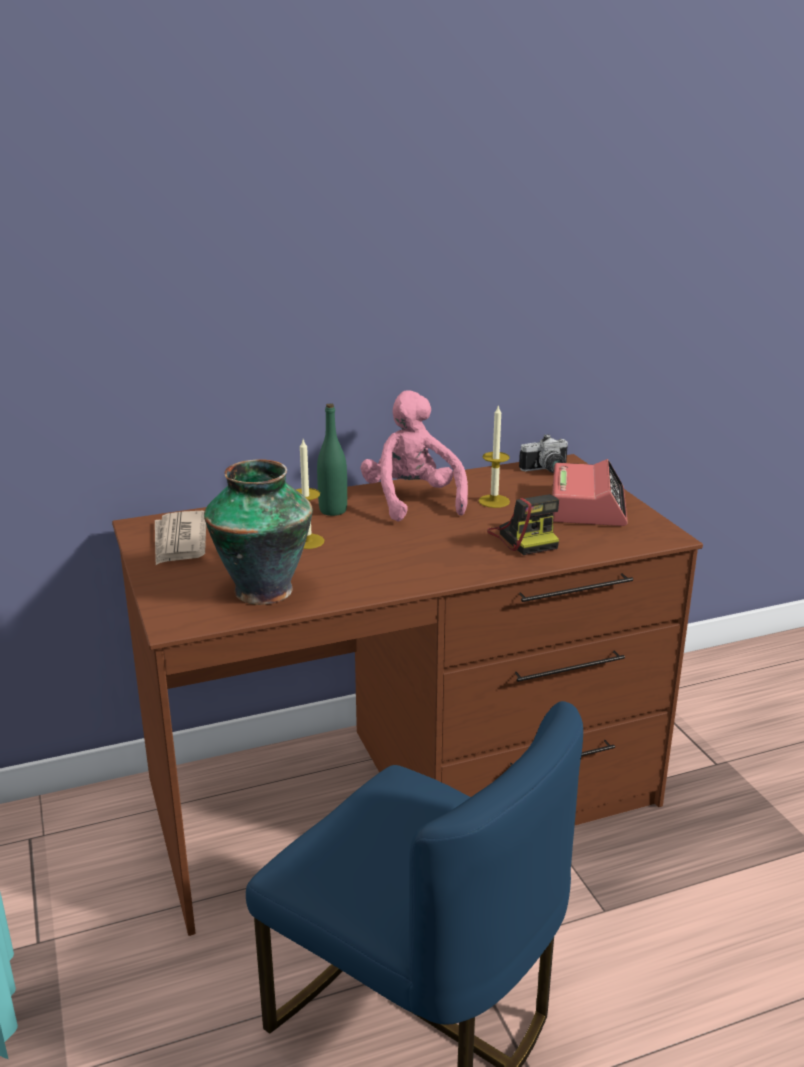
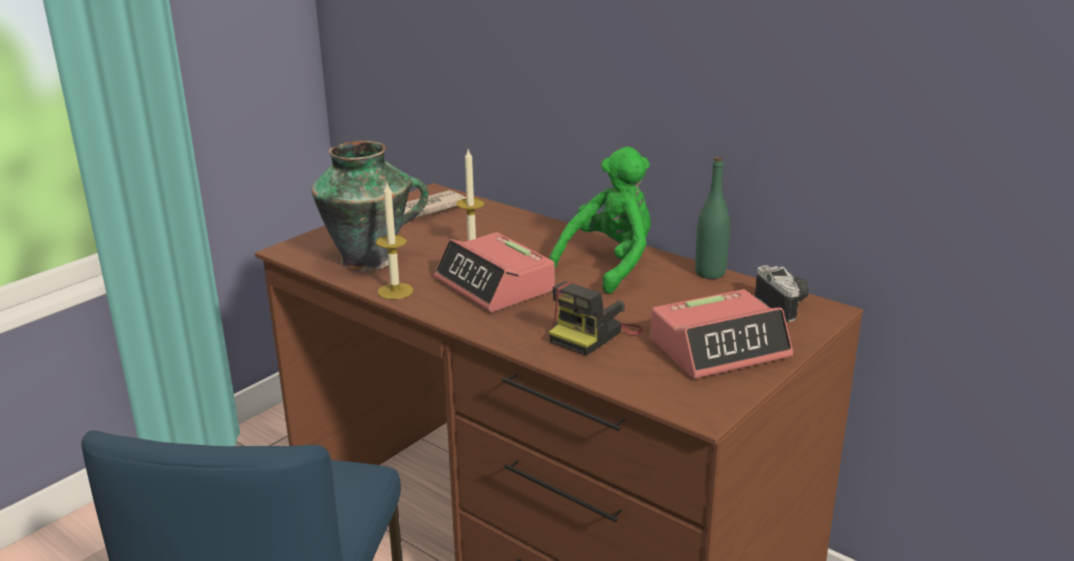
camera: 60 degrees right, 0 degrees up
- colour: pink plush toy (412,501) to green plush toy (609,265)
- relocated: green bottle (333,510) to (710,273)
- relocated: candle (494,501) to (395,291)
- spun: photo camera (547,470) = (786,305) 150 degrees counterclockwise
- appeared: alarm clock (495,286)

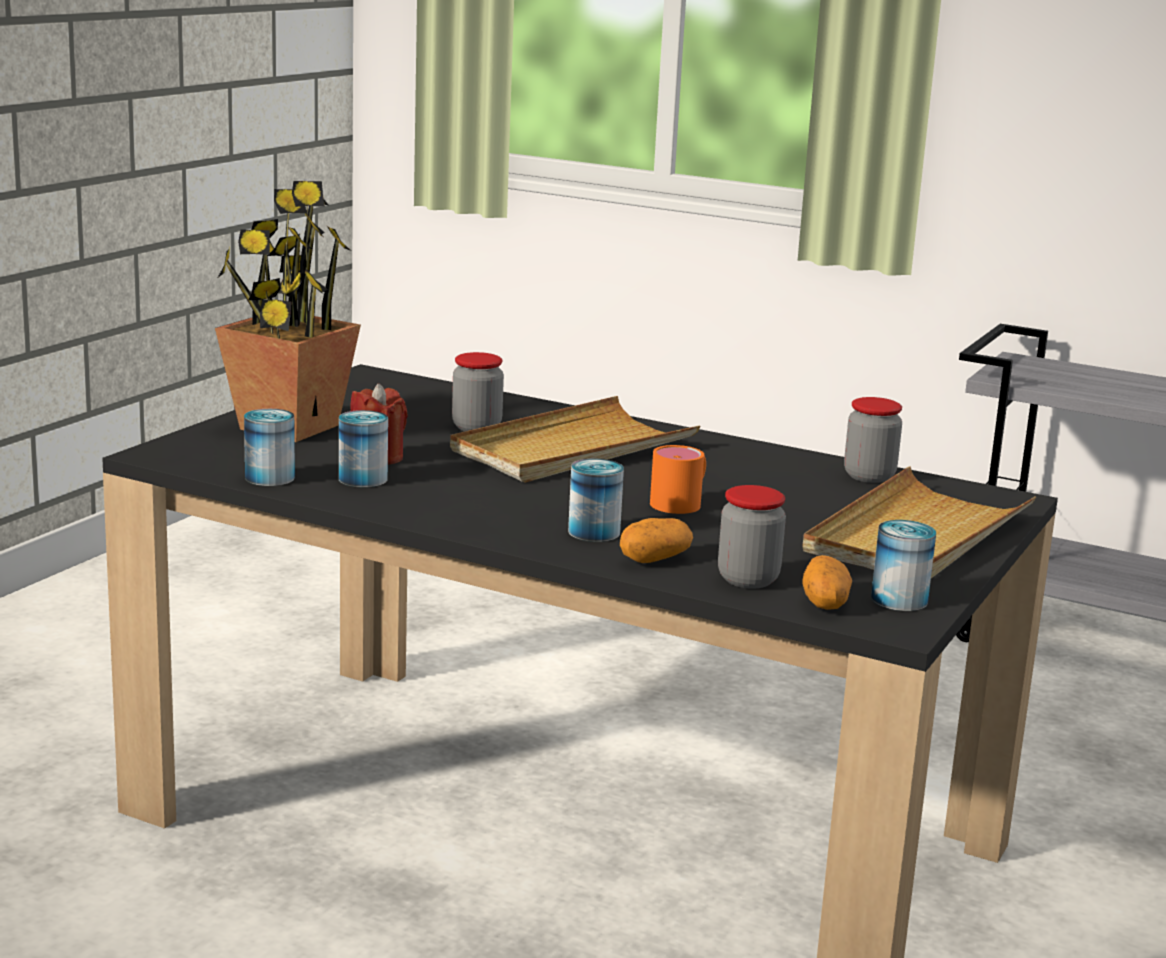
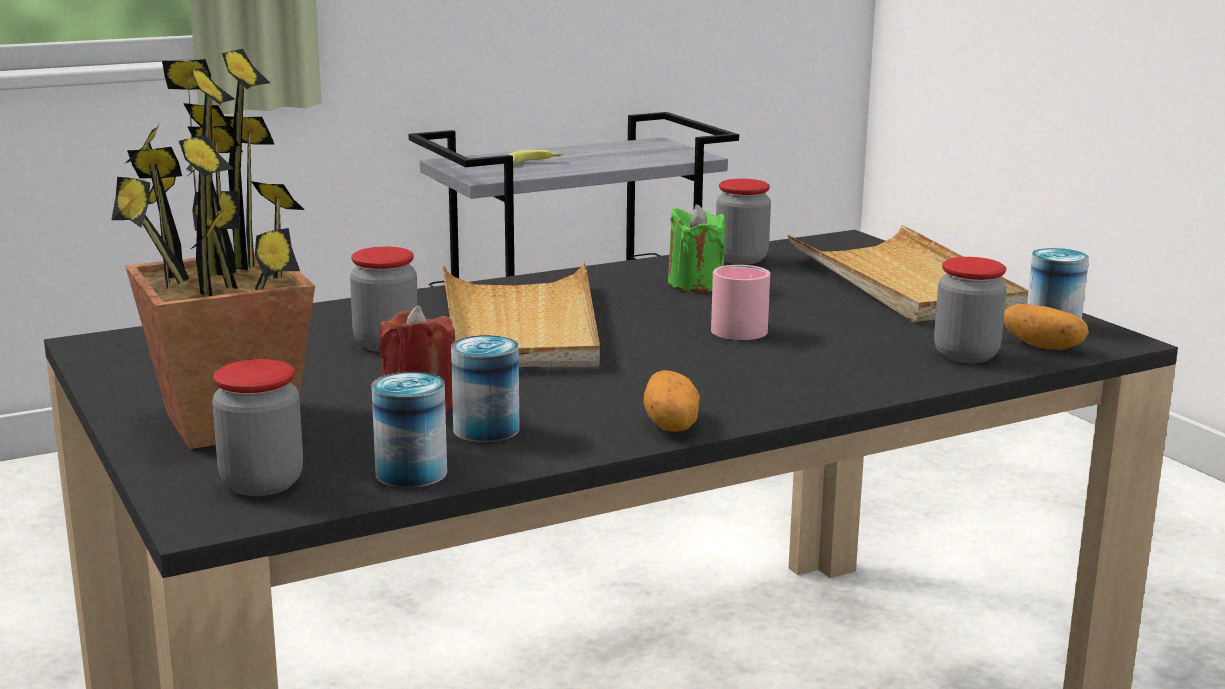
camera: 55 degrees left, 0 degrees up
- colour: orange mug (682,502) to pink mug (733,327)
- missing: can (594,532)
- relocated: potato (654,559) to (671,424)
- appeared: banana (534,163)
- appeared: green candle (695,284)
- appeared: jar (262,483)

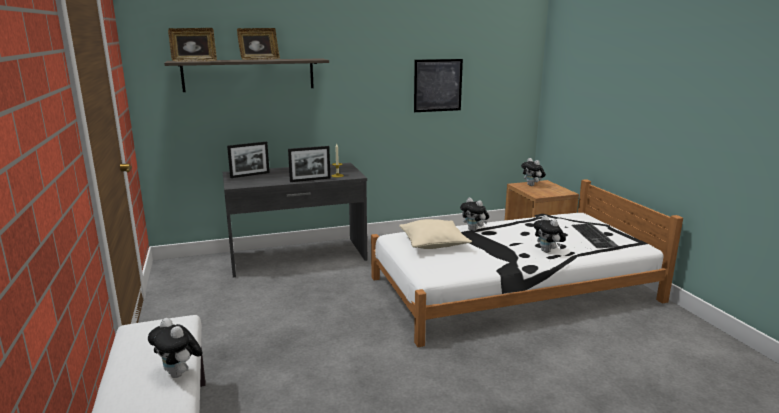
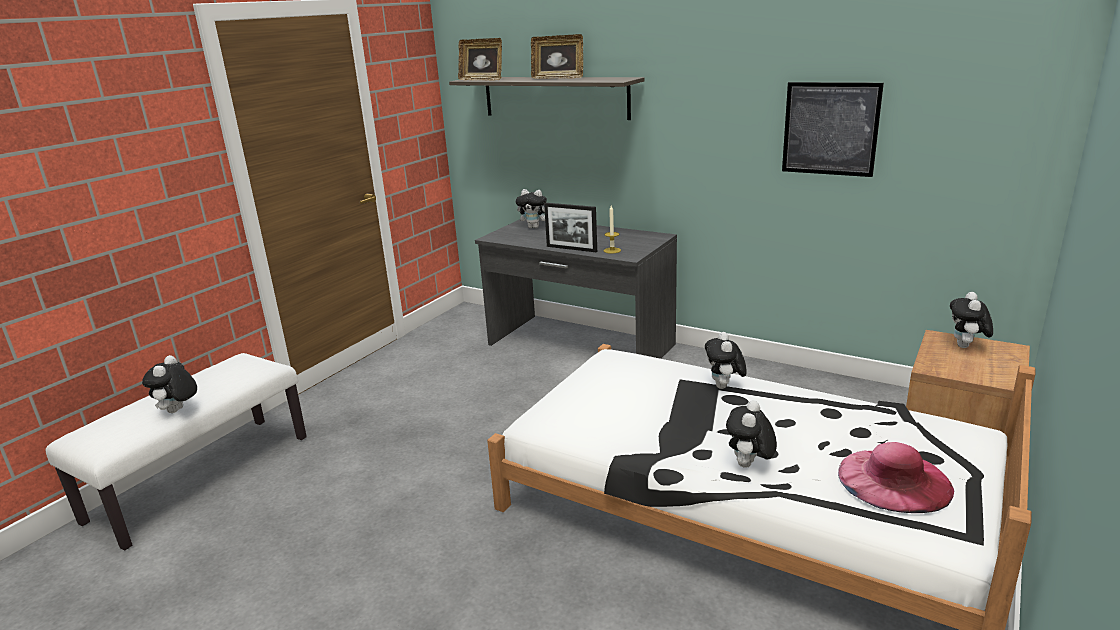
camera: 50 degrees right, 5 degrees up
- exchanged: picture frame (250,175) to plush toy (535,227)
- missing: beige pillow (433,243)
- exchanged: keyboard (595,236) to pink hat (894,480)

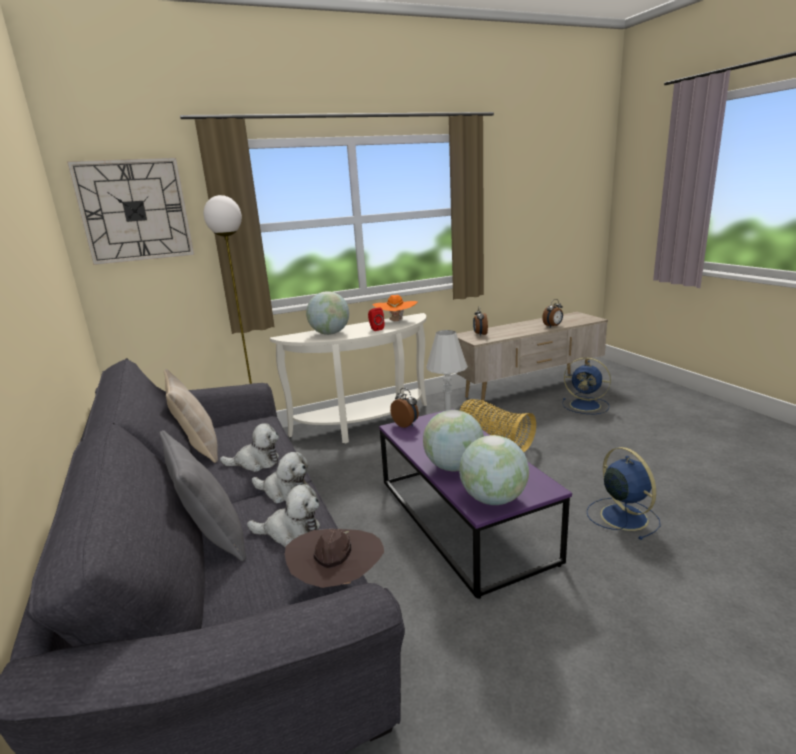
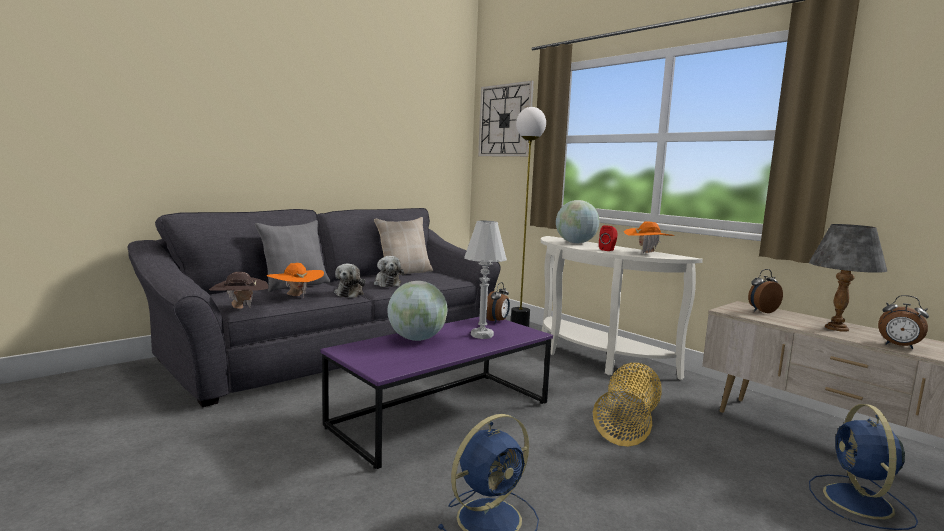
camera: 70 degrees right, 10 degrees down
- missing: globe (493,499)
- exchanged: plush toy (290,532) to orange hat (296,296)
- appeared: grey table lamp (836,328)

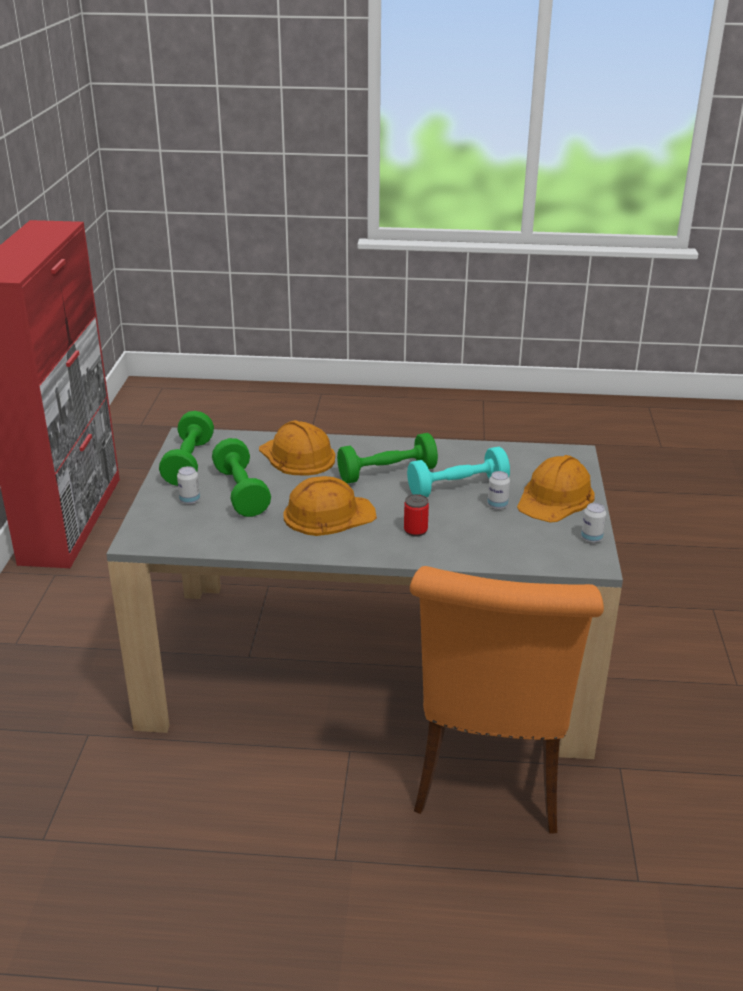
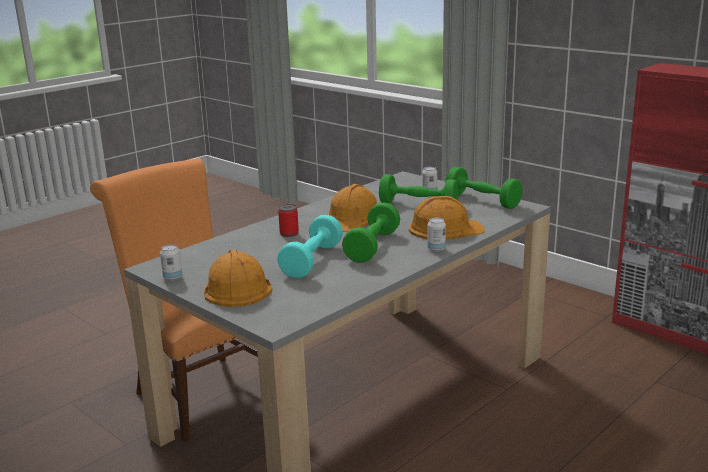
camera: 130 degrees right, 10 degrees down
- relocated: can (497,505) to (436,249)

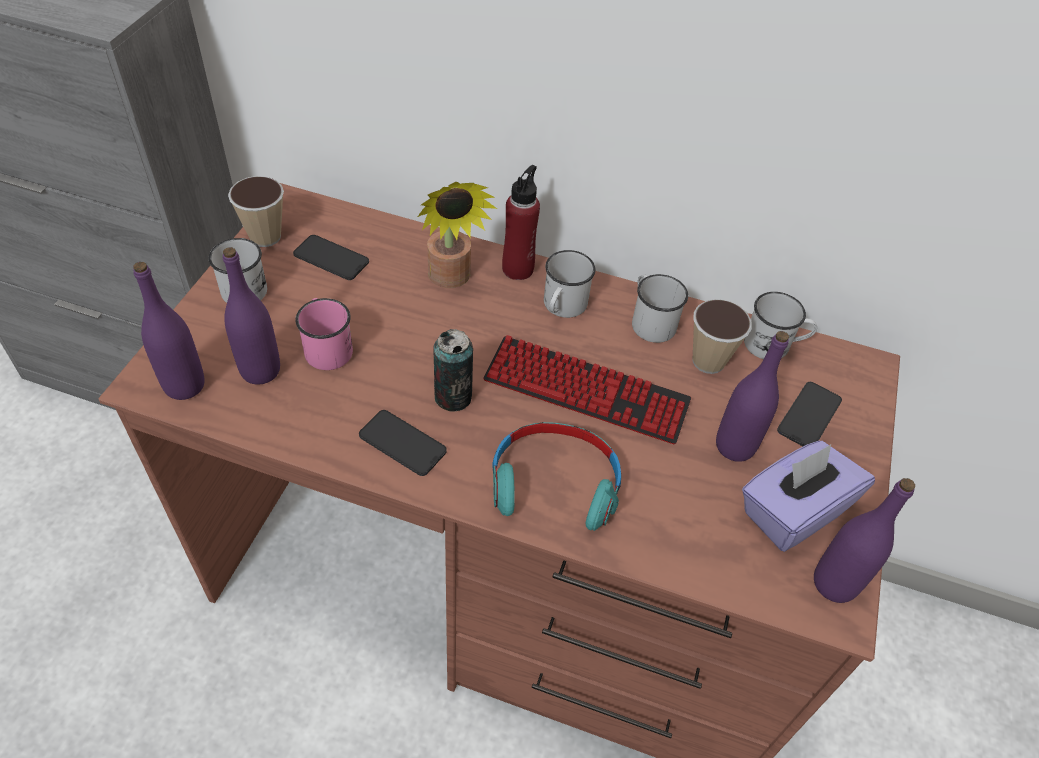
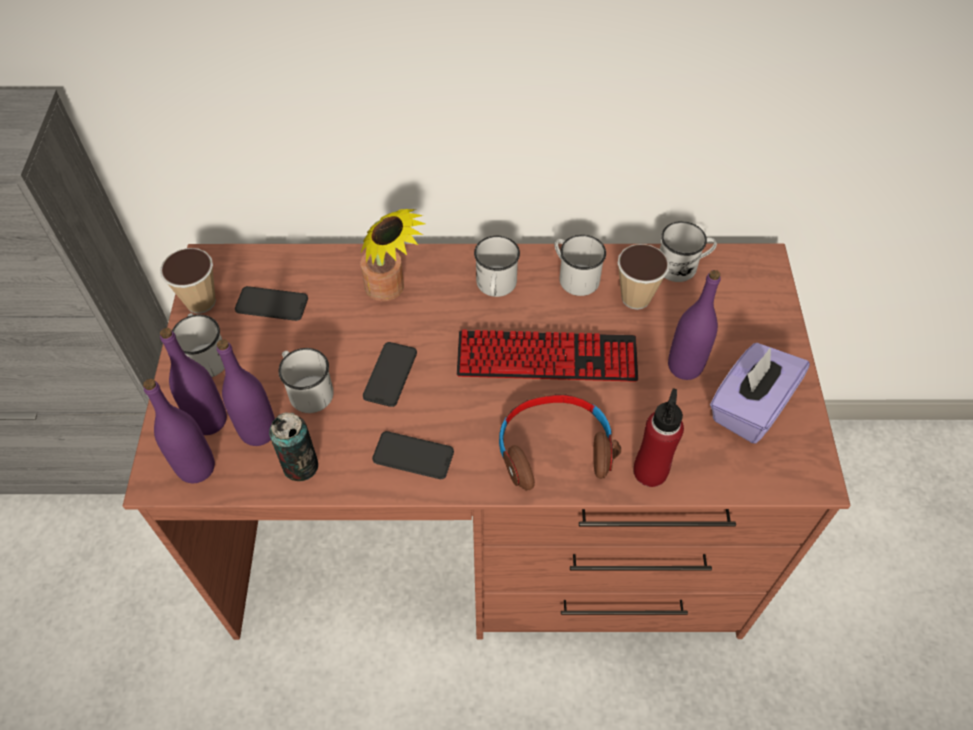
camera: 15 degrees left, 5 degrees up
- relocated: red bottle (518,269) to (650,471)
- colour: pink mug (326,346) to white mug (307,390)
- relocated: can (453,397) to (300,466)
- relocated: phone (809,415) to (390,374)
- colour: turquoise headphones (554,484) to brown headphones (554,448)
- relocated: purple bottle (834,583) to (209,420)

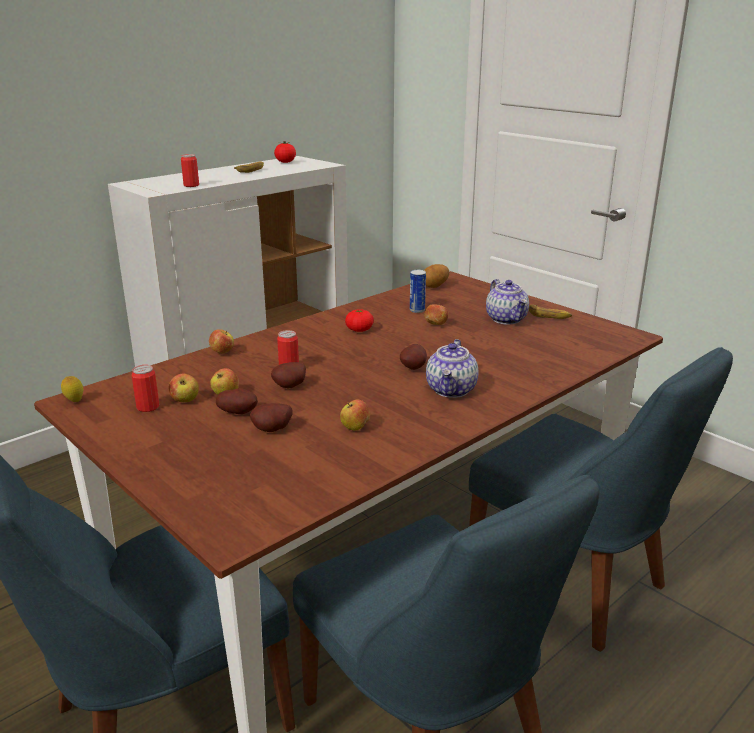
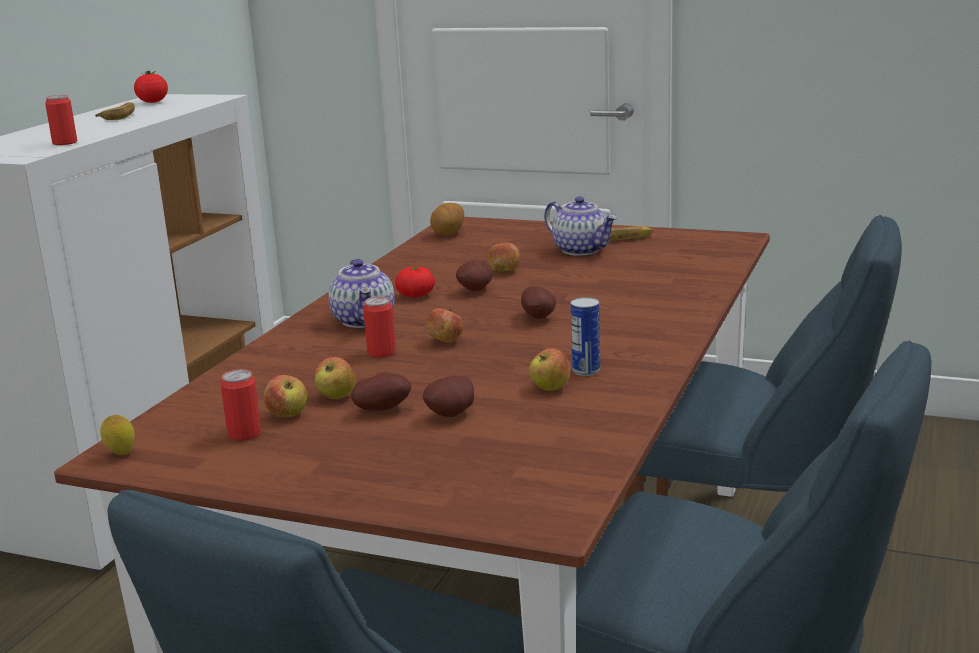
camera: 25 degrees left, 5 degrees down
- relocated: can (417,310) to (586,371)
- relocated: apple (222,352) to (445,342)
- relocated: teapot (452,390) to (364,320)
- relocated: potato (291,387) to (477,290)

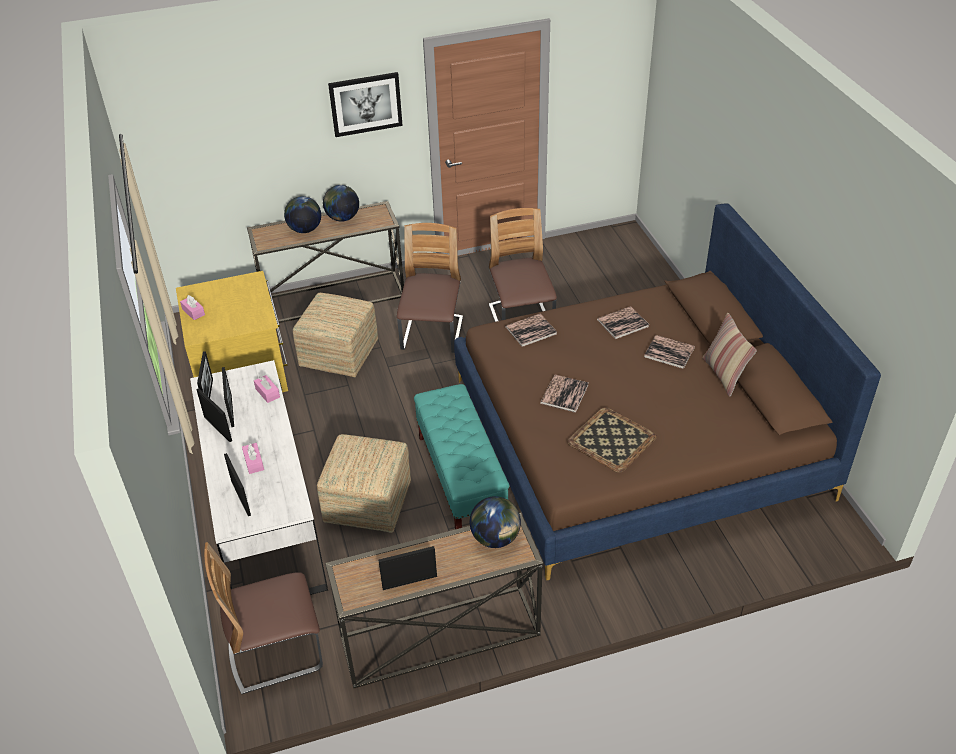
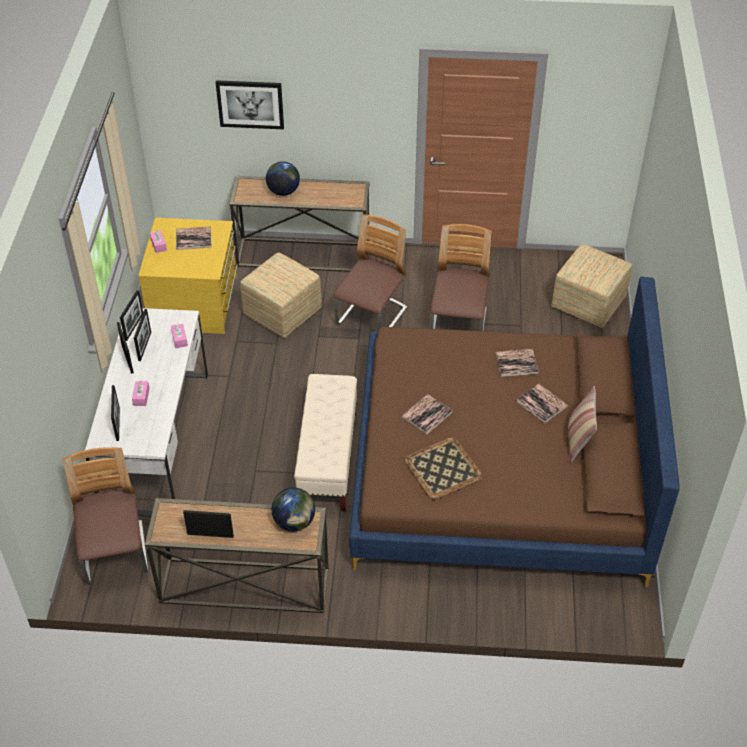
camera: 20 degrees right, 5 degrees up
- relocated: picture (365,104) to (250,104)
- missing: globe (342,218)
- relocated: book (531,330) to (193,238)
- colour: turquoise bench (461,480) to beige bench (328,460)
- relocated: ottoman (367,504) to (587,303)
- spun: chair (276,652) = (115,554) 75 degrees clockwise

